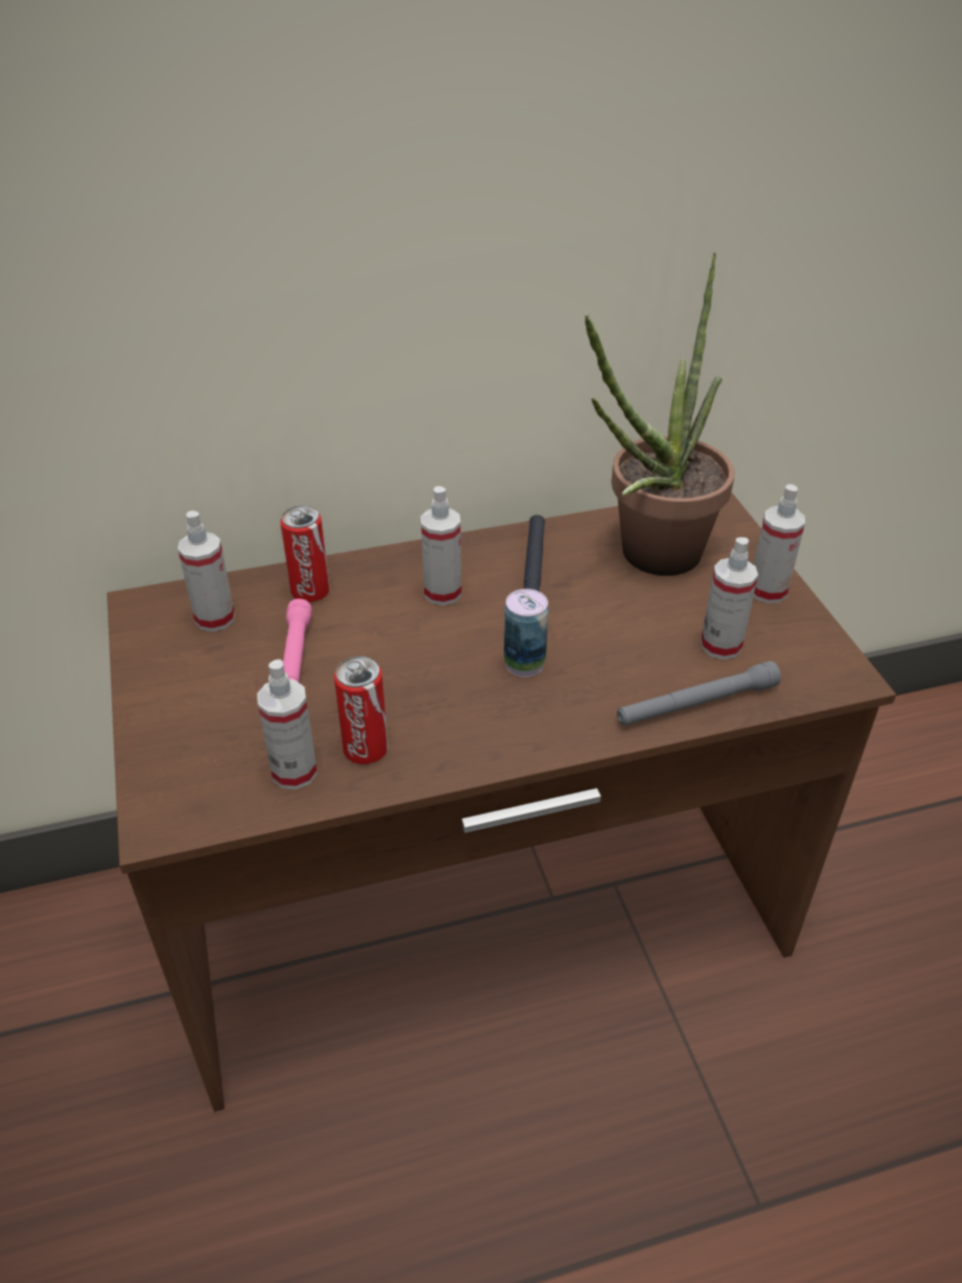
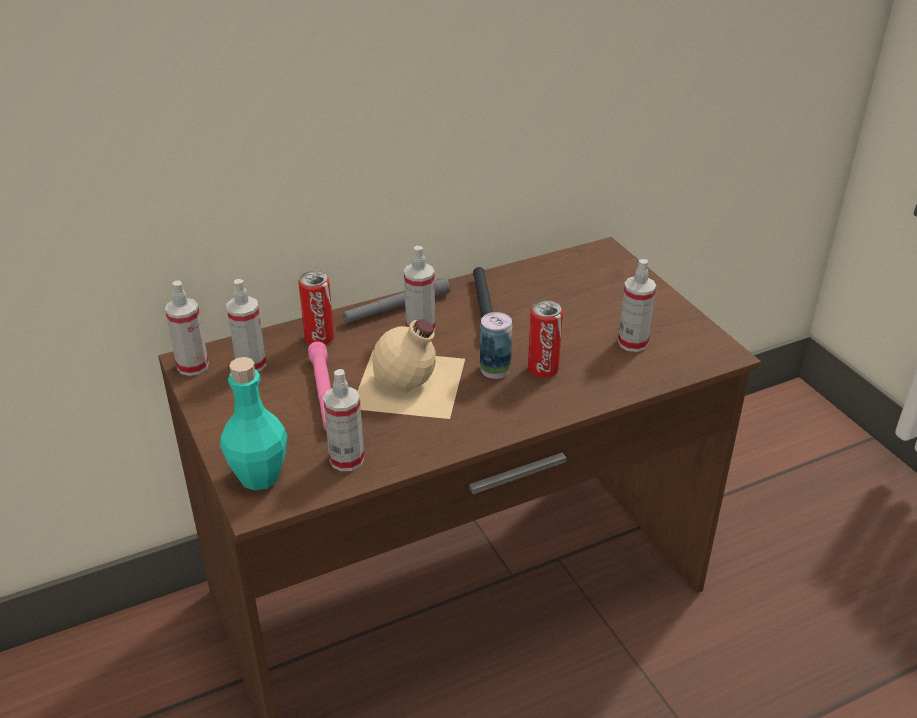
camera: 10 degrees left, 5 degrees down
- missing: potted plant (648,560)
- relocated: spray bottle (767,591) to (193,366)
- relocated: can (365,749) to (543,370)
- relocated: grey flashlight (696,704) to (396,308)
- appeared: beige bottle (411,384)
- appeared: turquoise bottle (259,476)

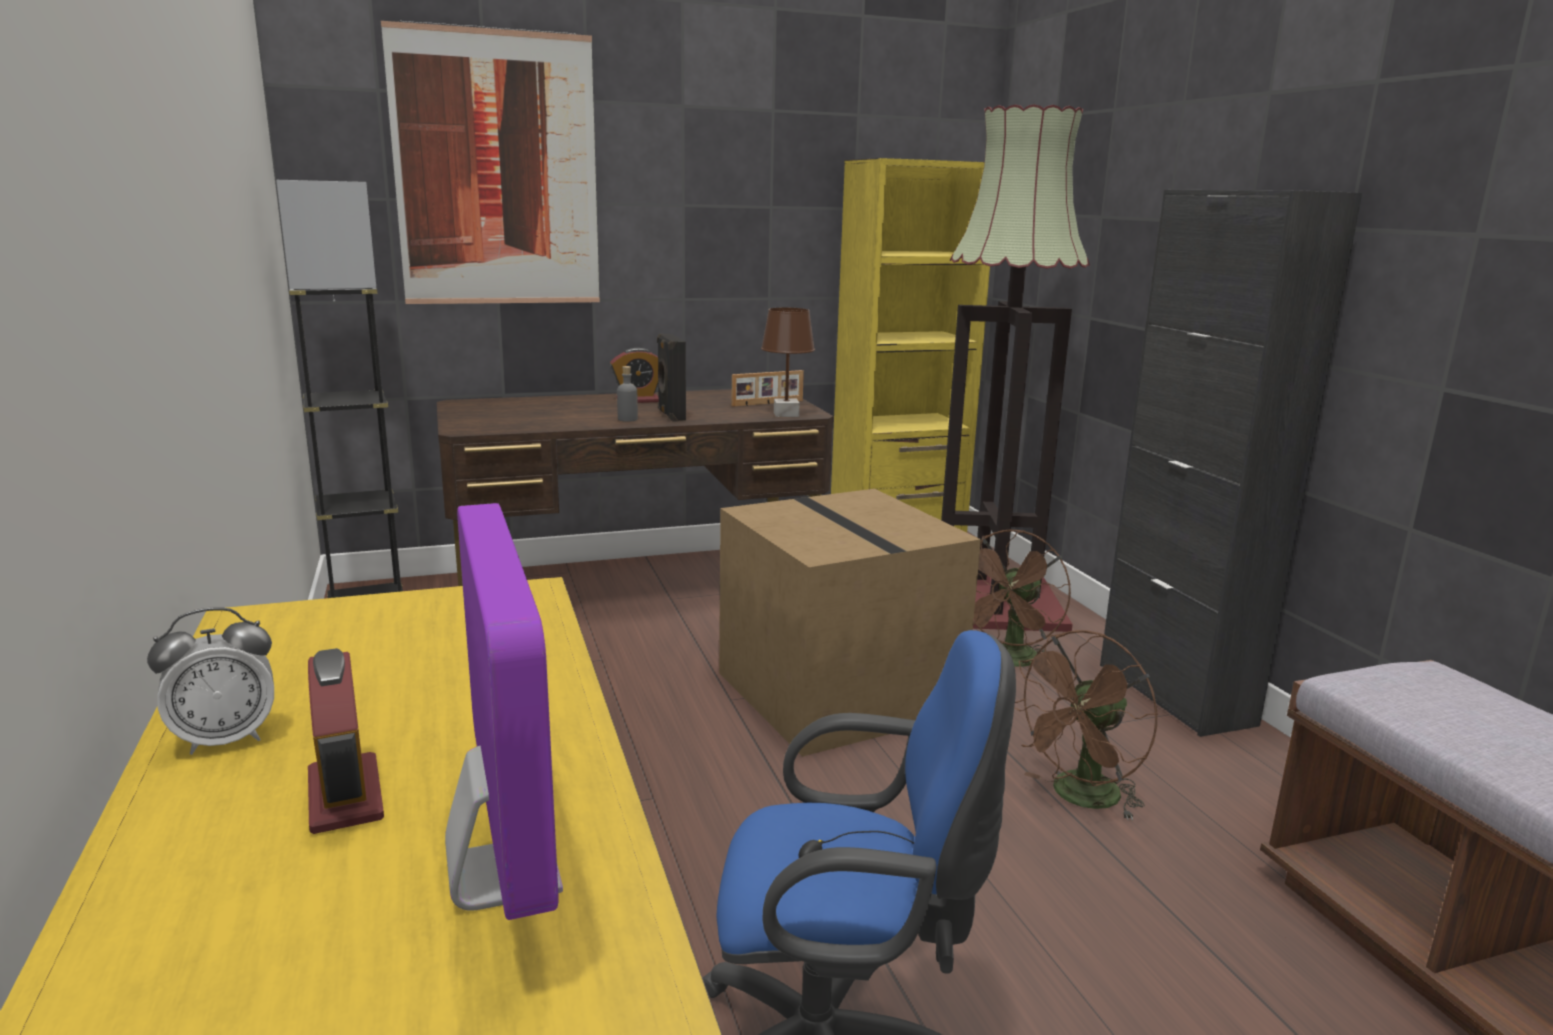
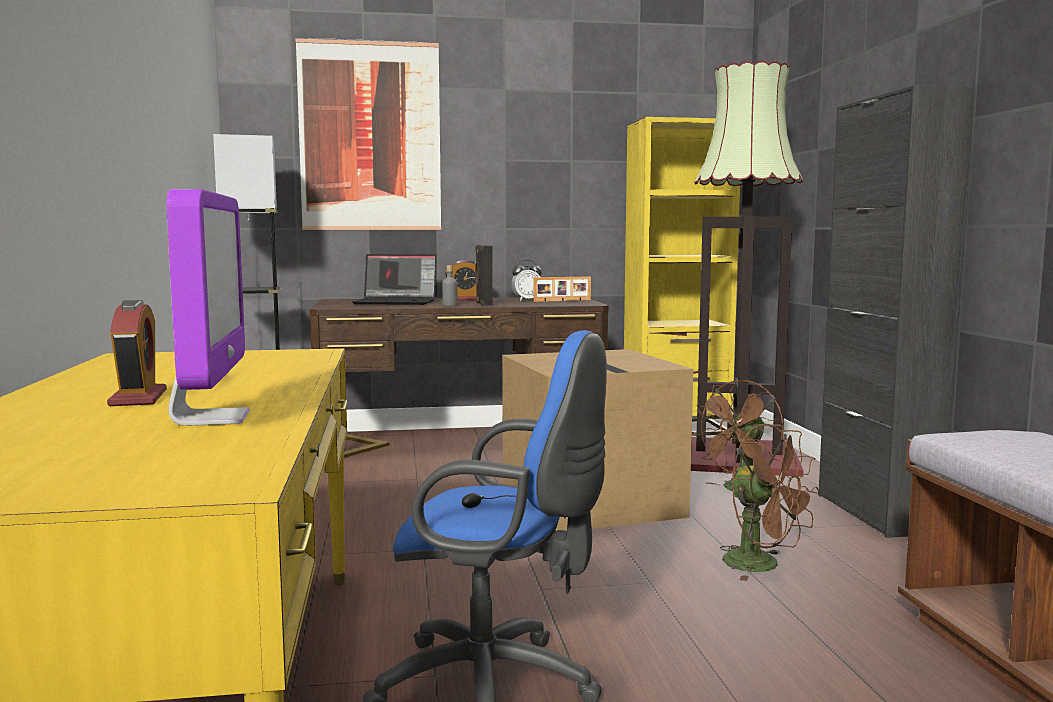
camera: 10 degrees right, 10 degrees down
- missing: brown table lamp (786,414)
- relocated: alarm clock (225,739) to (526,300)
- spun: brown fan (1079,798) = (763,566) 105 degrees counterclockwise
- appeared: laptop (397,302)

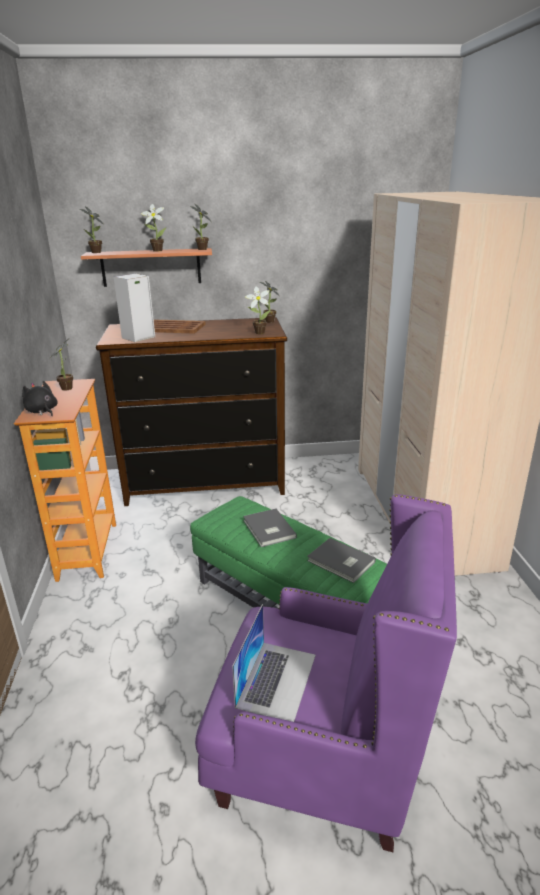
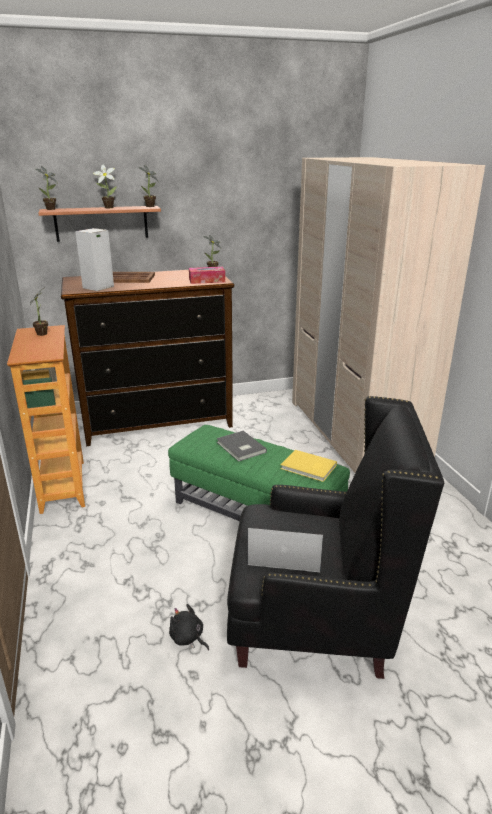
camera: 10 degrees left, 0 degrees up
- exchanged: potted plant (258,332) to tissue box (207,280)
- relocated: black plush toy (42,411) to (188,638)
- colour: purple armchair (319,765) to black armchair (313,627)
- colour: grey book (341,562) to yellow book (308,468)
- spun: laptop (276,679) = (285,552) 90 degrees counterclockwise

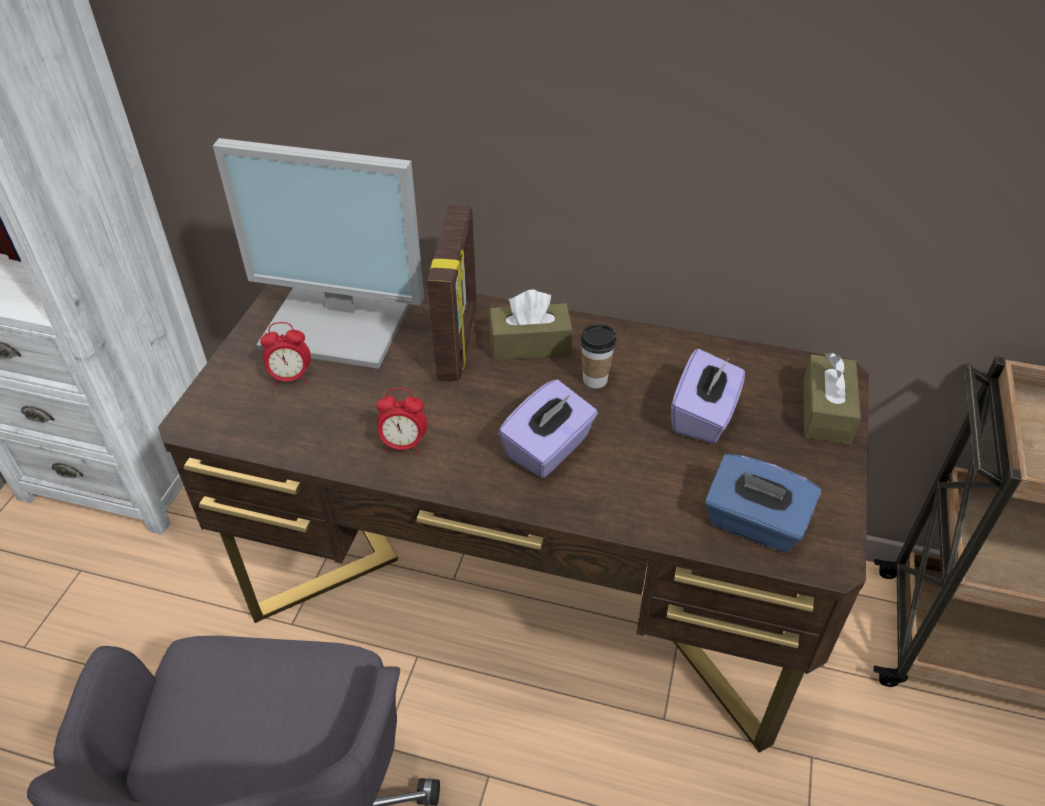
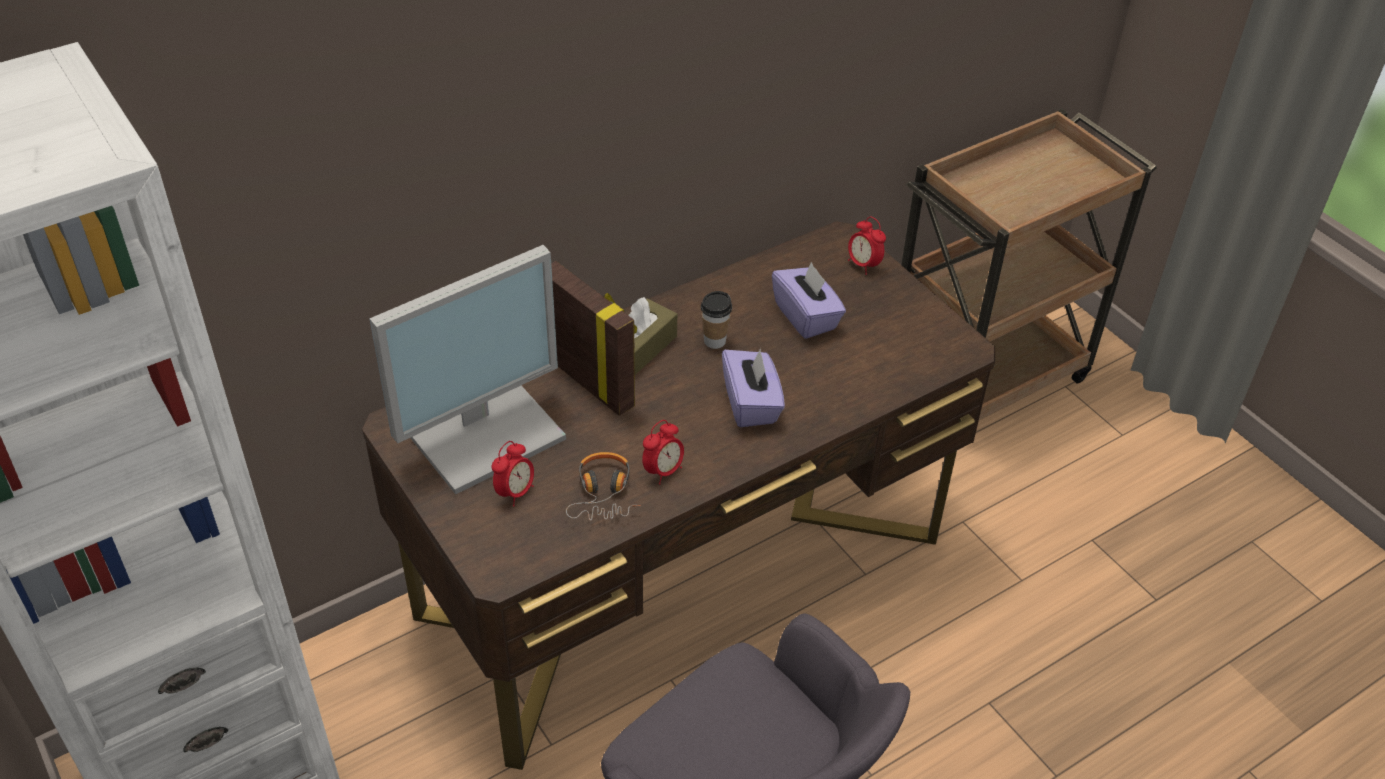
camera: 50 degrees left, 0 degrees up
- exchanged: brown tissue box (826,411) to alarm clock (863,265)
- missing: blue tissue box (754,523)
- appeared: headphones (603,493)

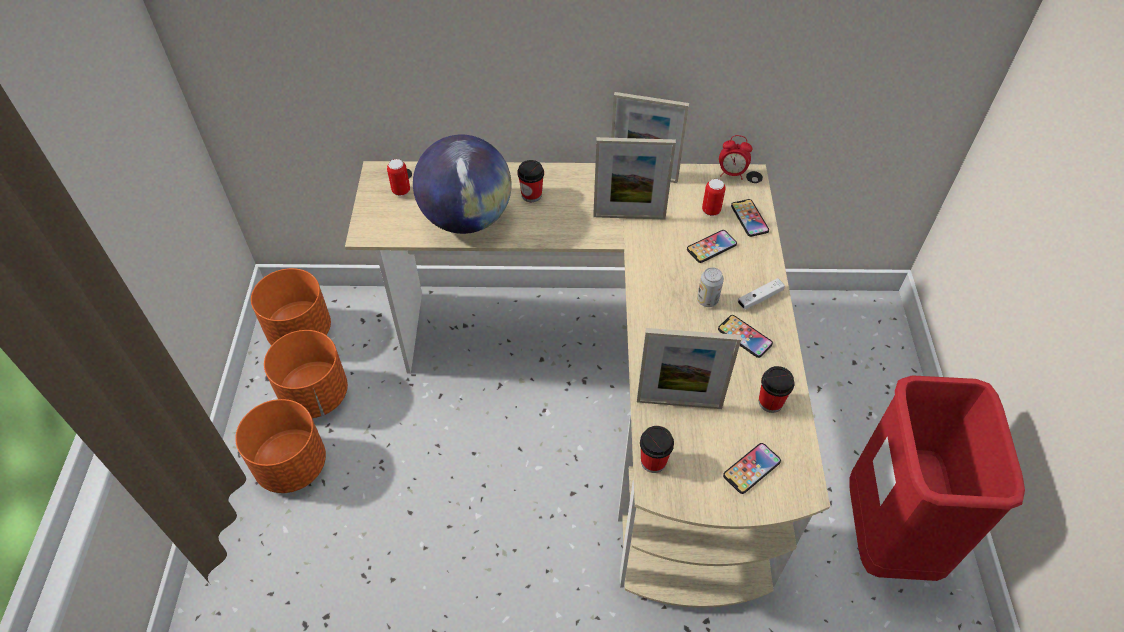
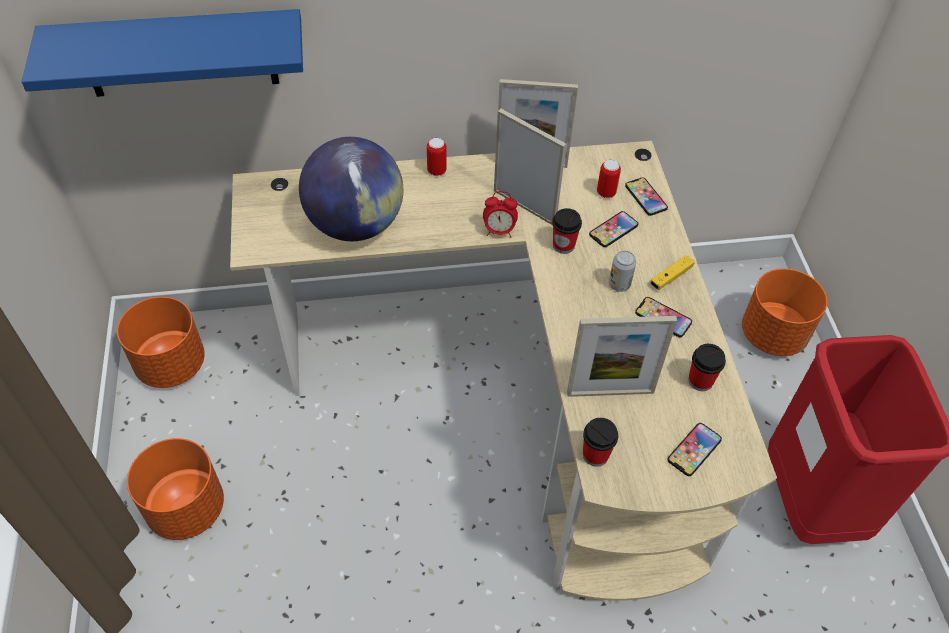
camera: 10 degrees left, 0 degrees up
- relocated: alarm clock (731,173) to (499,231)
- spun: picture frame (629,216) = (524,206) 135 degrees counterclockwise
- relocated: can (401,190) to (436,171)
- relocated: cup (531,195) to (563,245)
- colour: white game controller (760,298) to yellow game controller (671,277)
- relocated: orange planter (316,395) to (773,334)
- appeared: blue shelf (179,53)

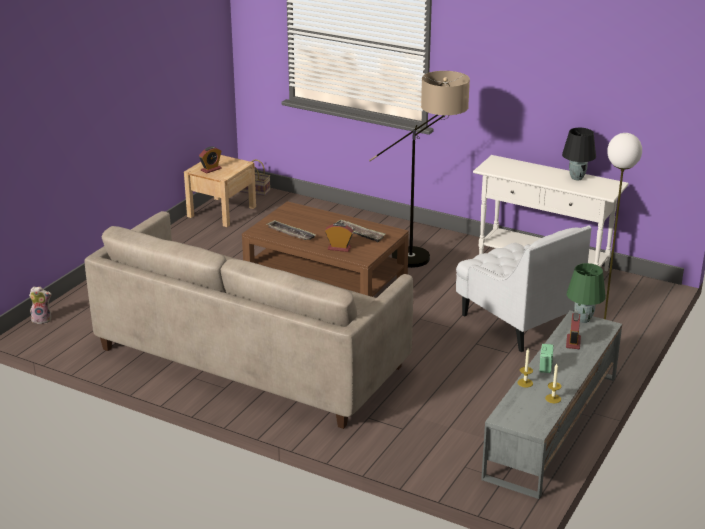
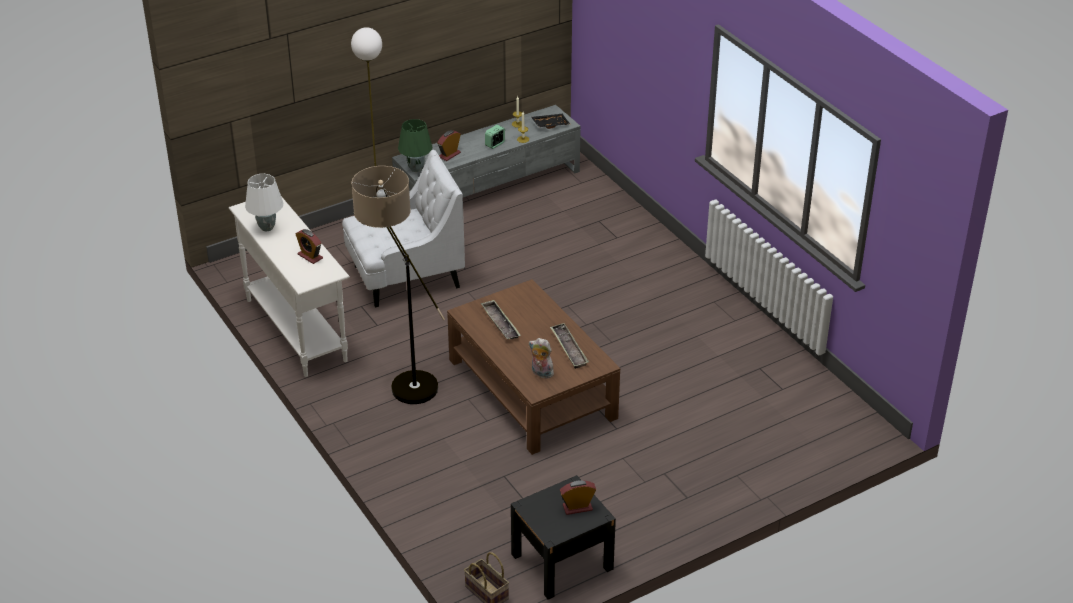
camera: 150 degrees left, 10 degrees up
- colour: black table lamp (576,178) to white table lamp (266,228)
- colour: beige nightstand (221,212) to black nightstand (562,561)
- missing: beige sofa (250,358)
- relocated: alarm clock (339,248) to (310,256)
- spun: white armchair (516,321) = (405,277) 75 degrees clockwise
- relocated: plush toy (42,319) to (541,373)
- appeared: black tray (550,124)

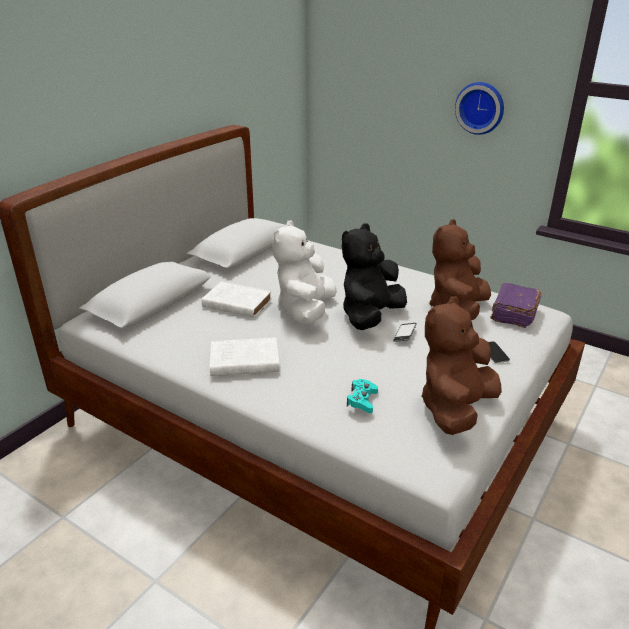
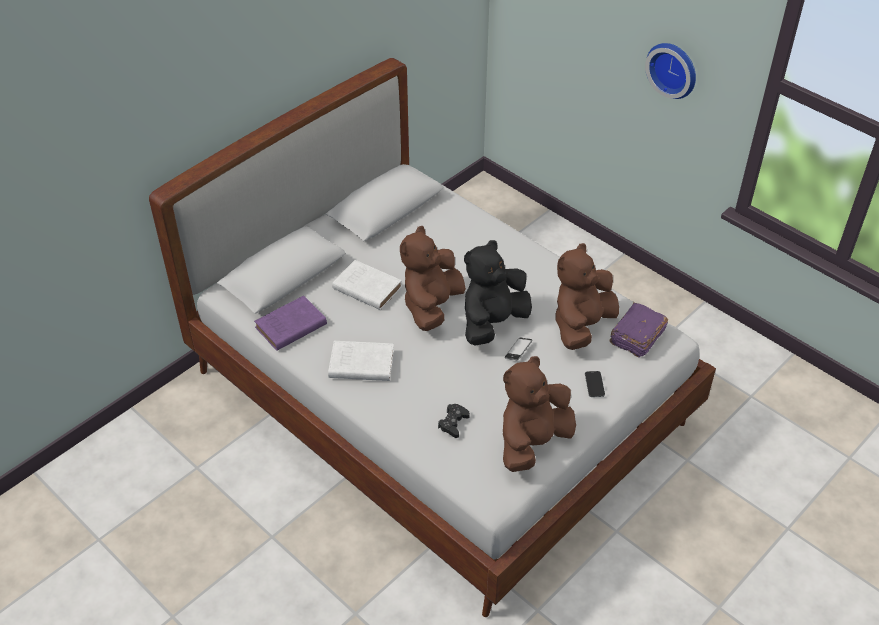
camera: 10 degrees right, 15 degrees up
- colour: white plush toy (305,310) to brown plush toy (431,306)
- colour: turquoise game controller (362,400) to black game controller (453,423)
- appeared: purple book (289,327)

